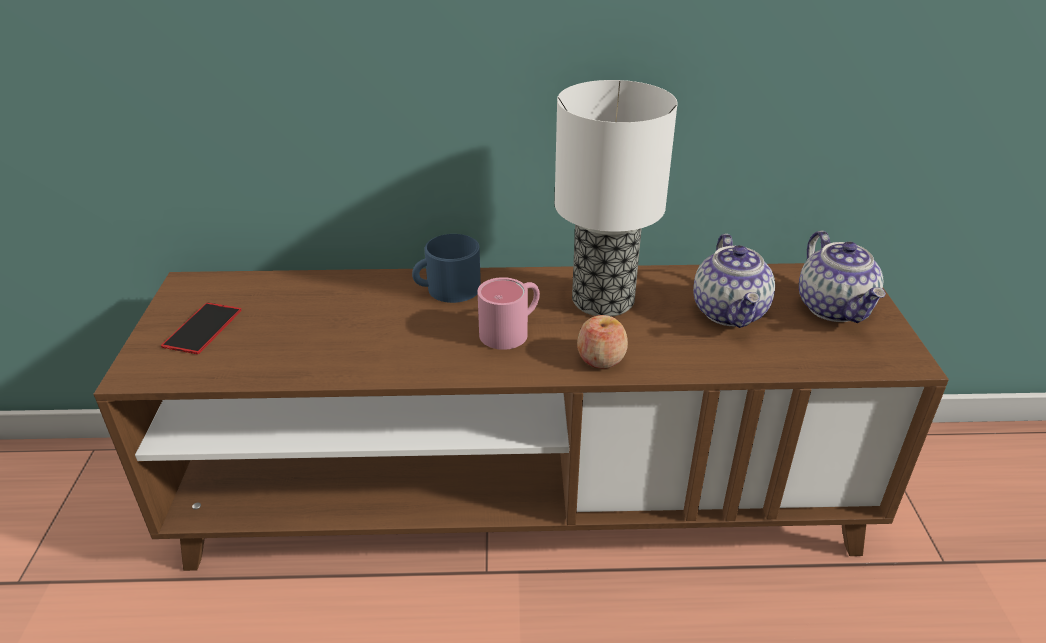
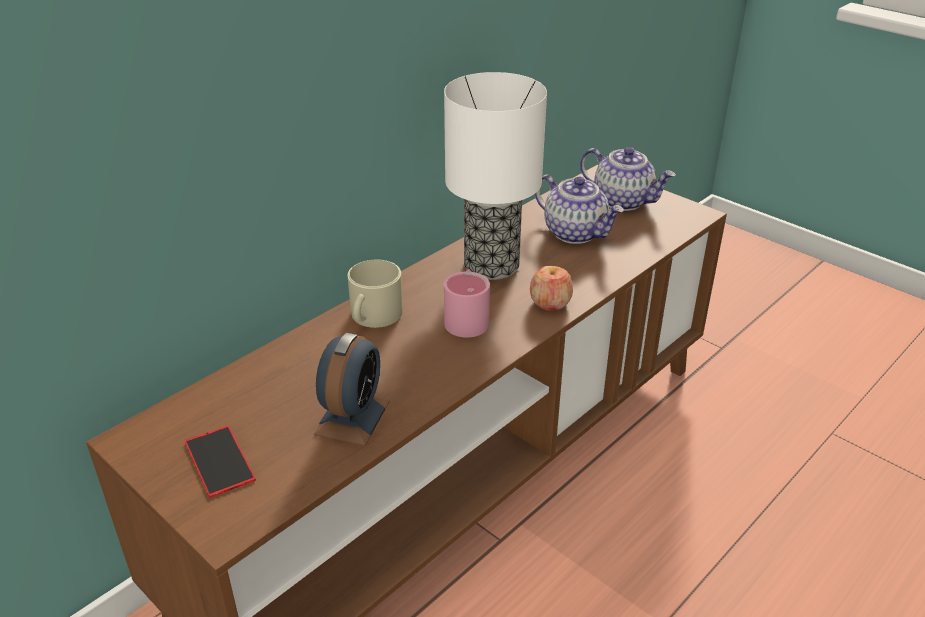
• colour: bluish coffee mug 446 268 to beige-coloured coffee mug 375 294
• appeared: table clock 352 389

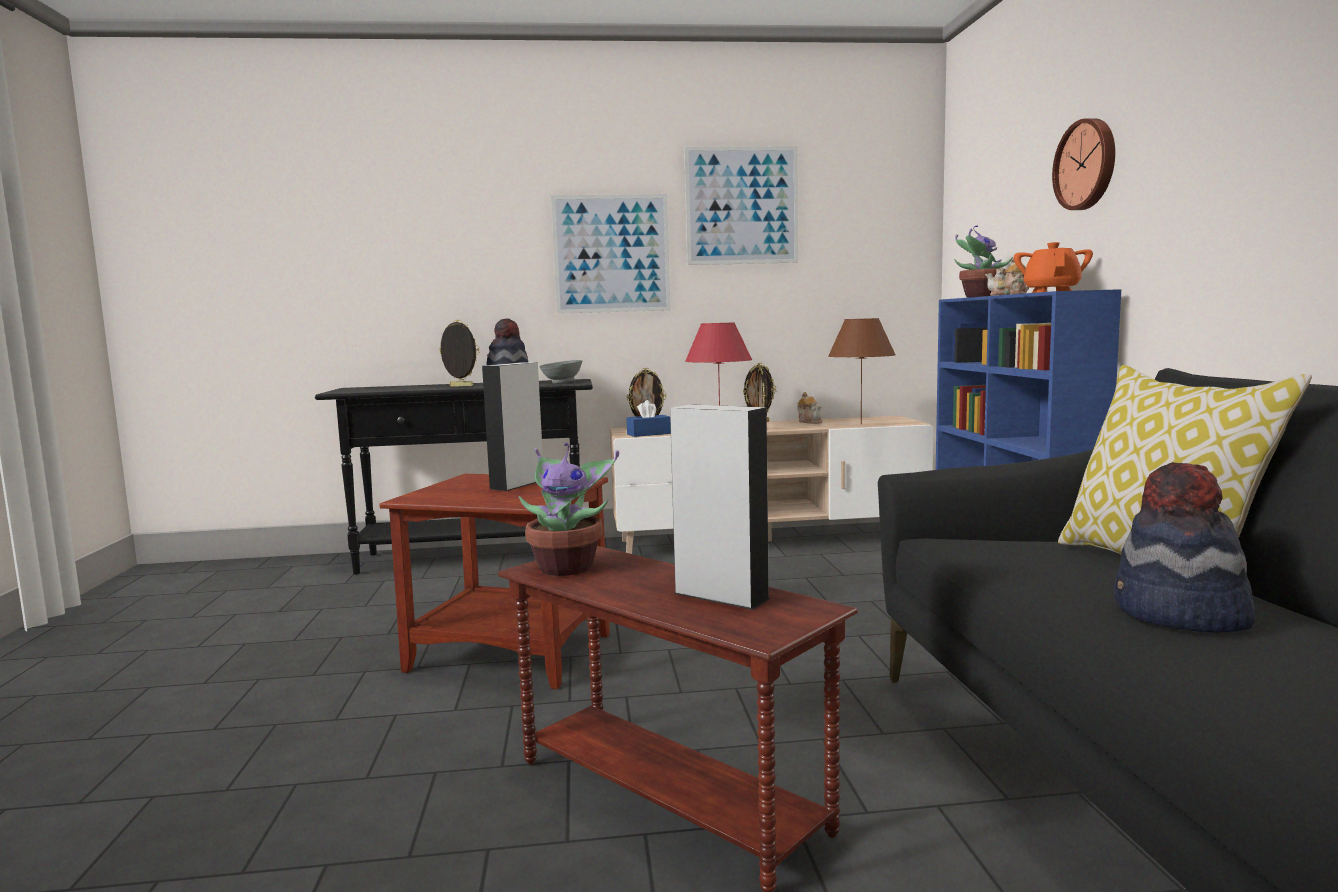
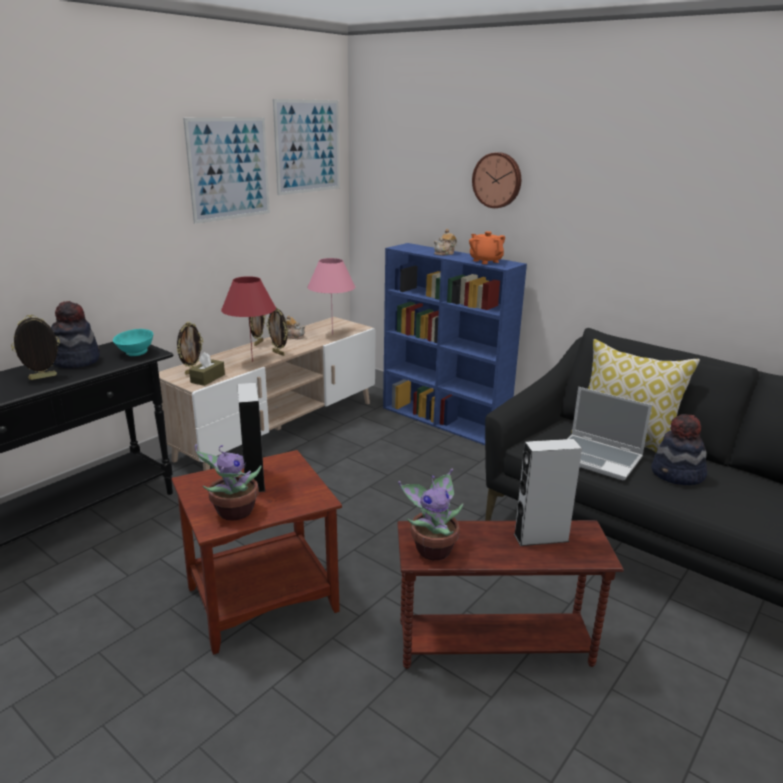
• relocated: picture 610 254 to 306 147
• relocated: potted plant 983 261 to 228 482
• colour: brown-coloured lamp for a table 862 371 to pinkish lamp for a table 331 296
• colour: greyish deep dish 561 372 to turquoise-coloured deep dish 133 342
• colour: bluish tissue box 648 418 to brown-coloured tissue box 207 369
• appeared: notebook computer 609 433

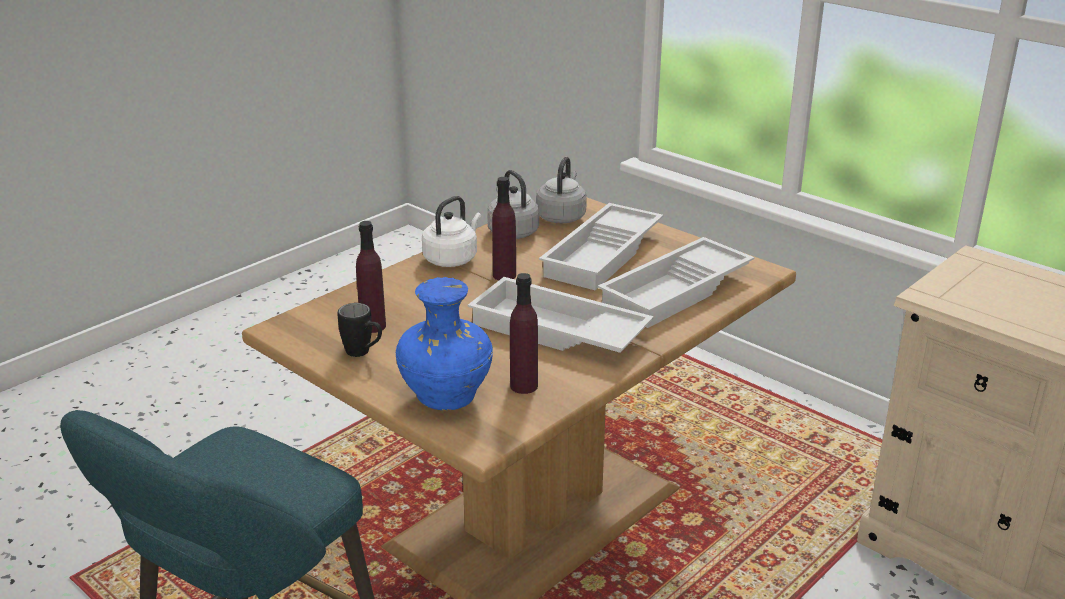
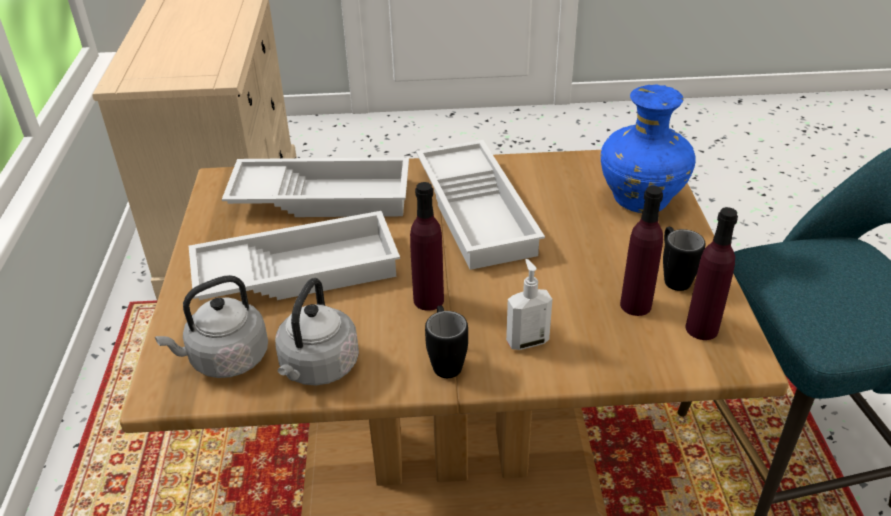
• exchanged: white tea kettle 451 231 to blackish coffee mug 446 341
• relocated: purple beverage bottle 524 333 to 712 273
• appeared: liquid soap bottle 529 304

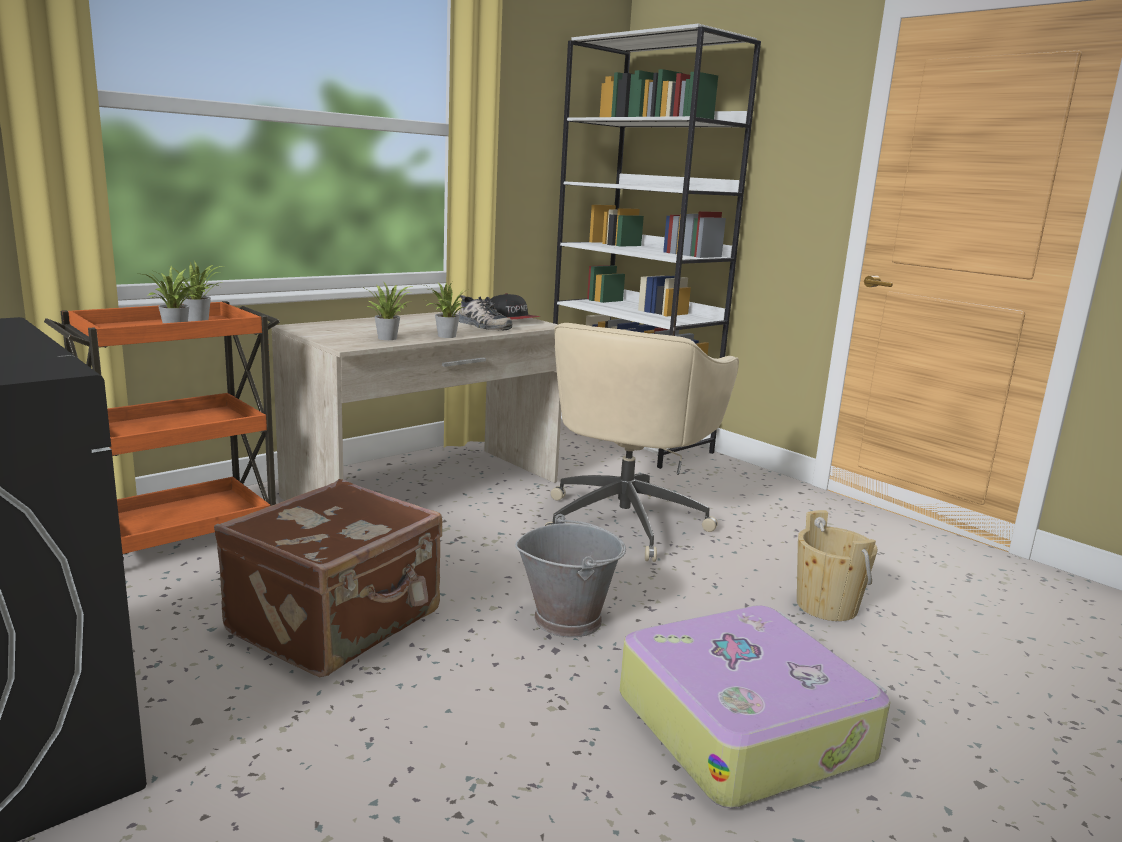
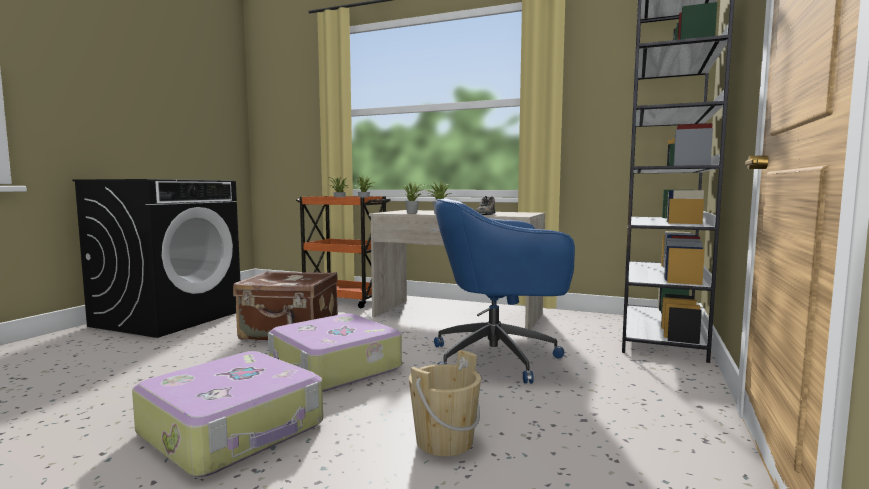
• missing: peaked cap 515 306
• colour: beige-coloured office chair 641 442 to bluish office chair 504 291
• exchanged: greyish bucket 570 576 to piece of luggage 335 352

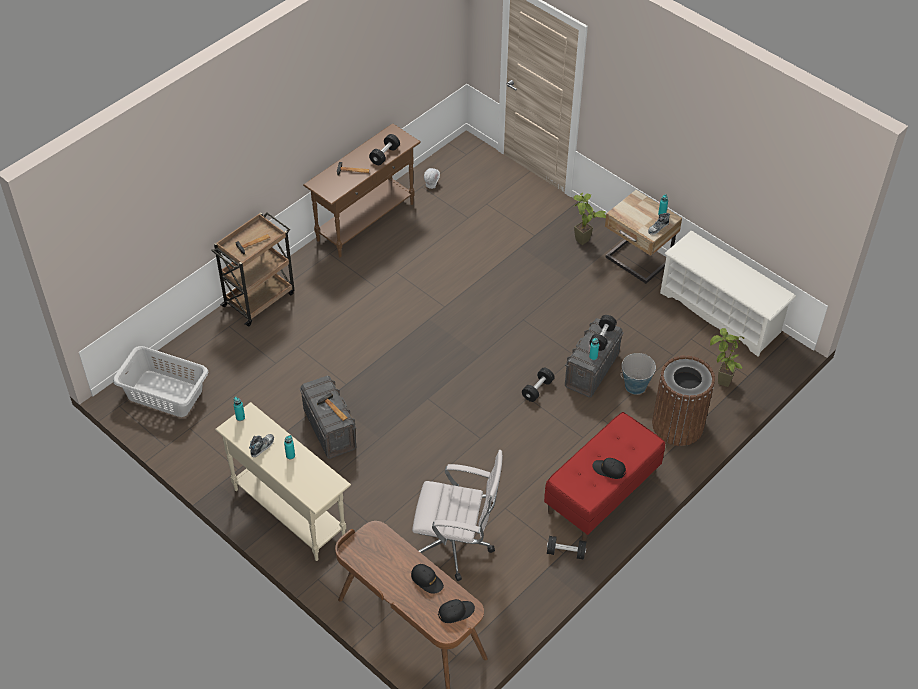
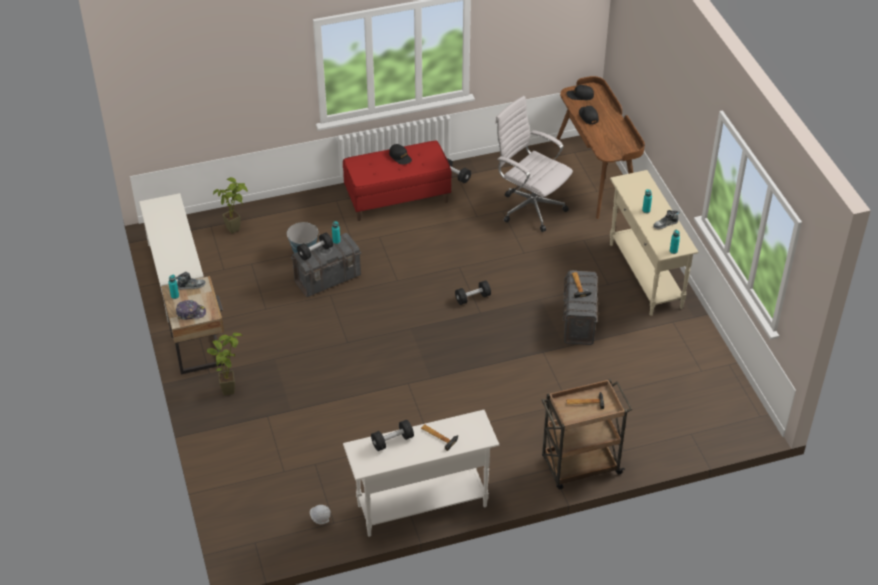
• colour: brown-coloured console table 362 190 to white console table 421 473
• missing: greyish washing basket 161 381
• missing: brown-coloured rubbish bin 683 400
• relocated: blackish dumbbell 538 385 to 473 292
• appeared: peaked cap 191 310

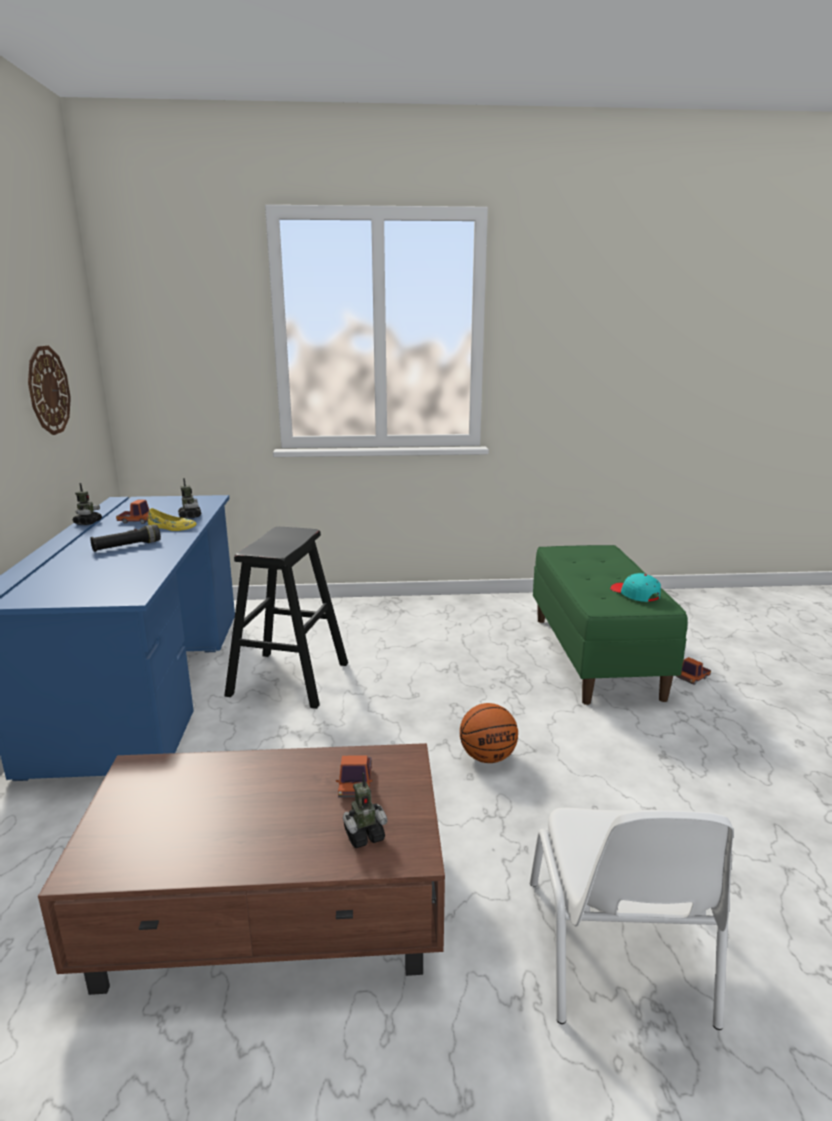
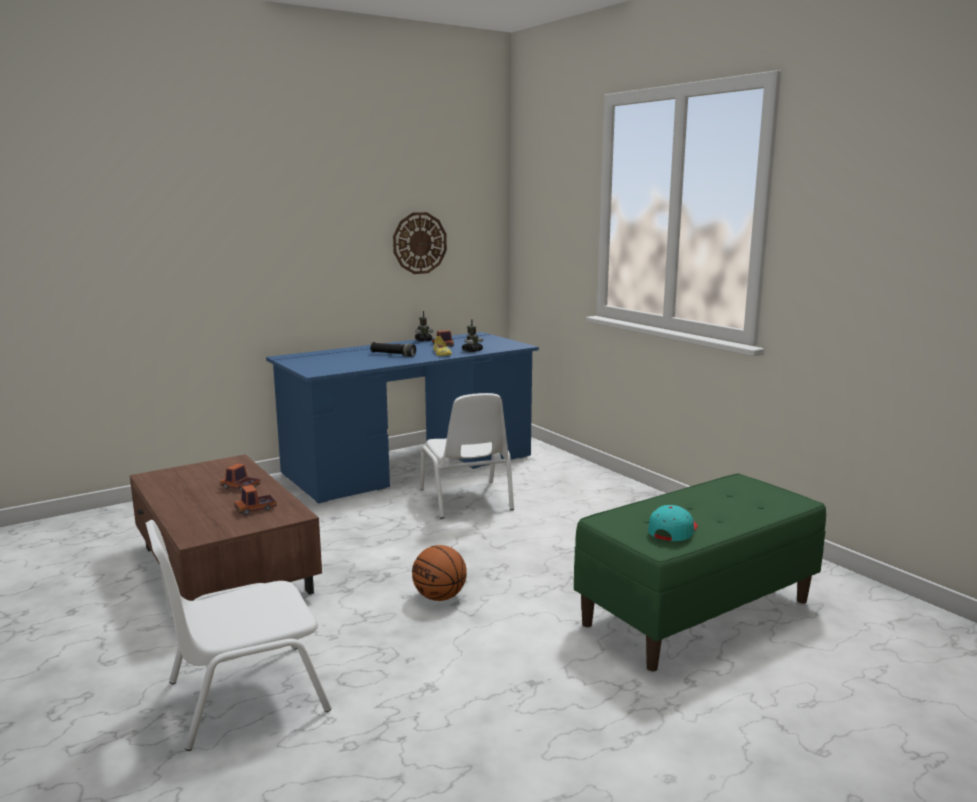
• exchanged: blackish stool 286 618 to white plain chair 467 456
• relocated: toy lorry 693 671 to 240 477
• missing: toy robot 365 810

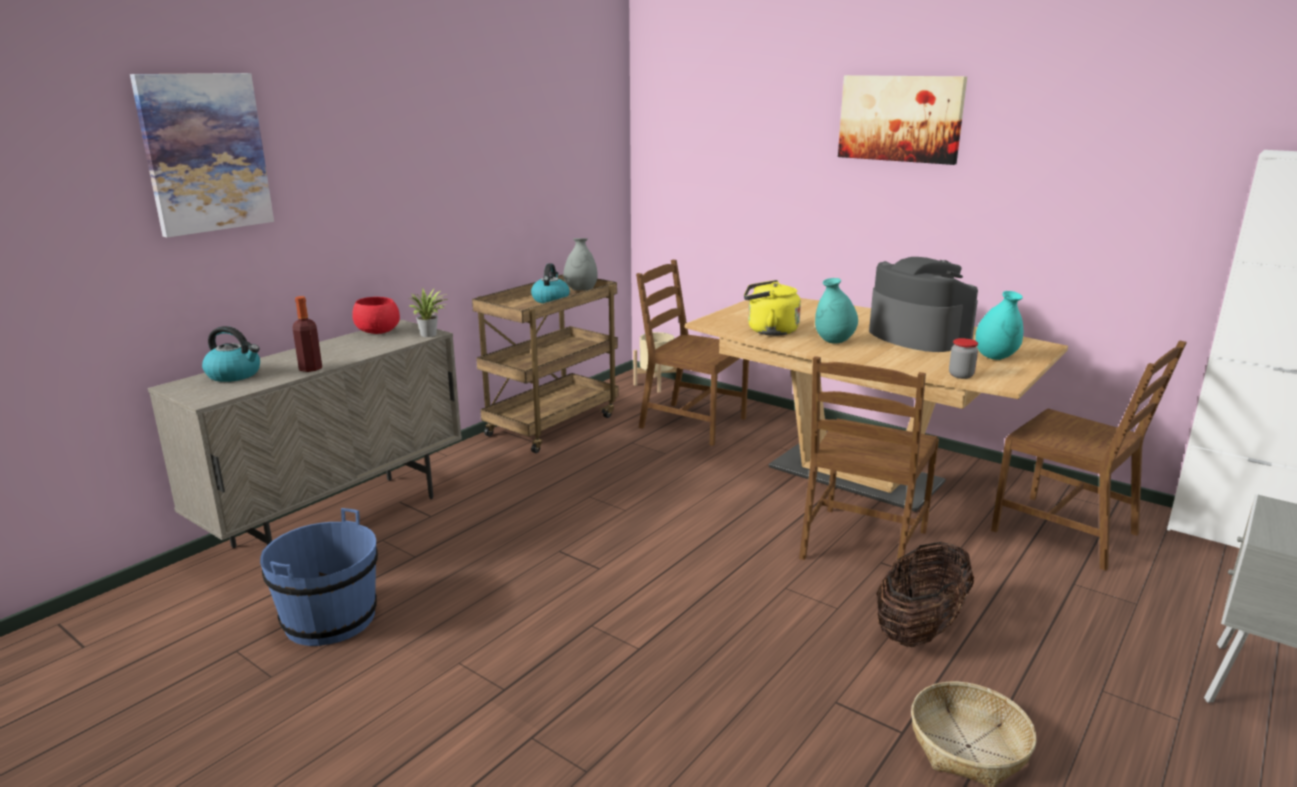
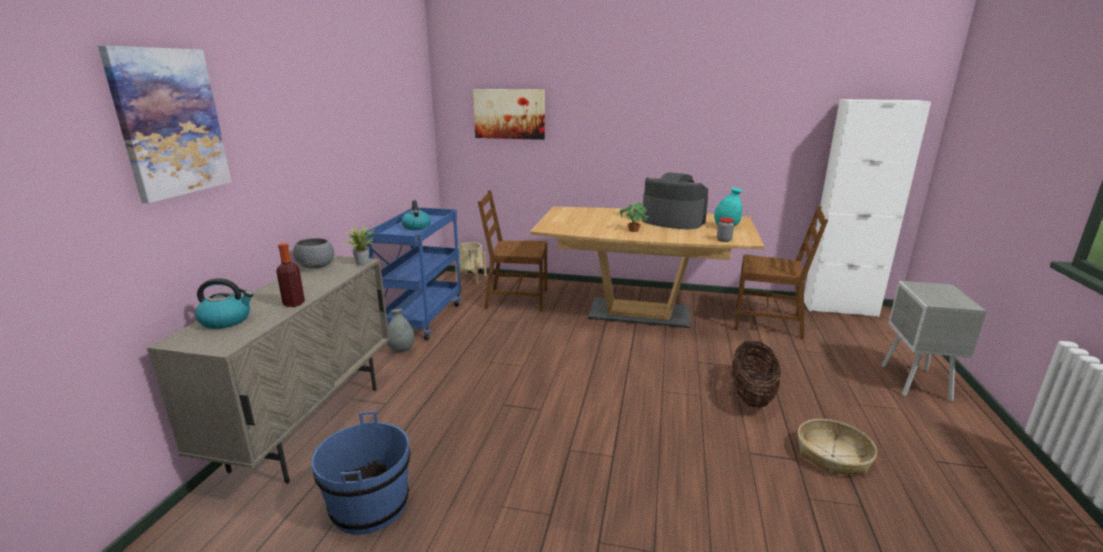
• relocated: picture 902 120 to 509 114
• relocated: greyish decorative vase 580 264 to 401 330
• colour: brown-coloured trolley 545 364 to bluish trolley 413 273
• exchanged: turquoise-coloured decorative vase 836 311 to potted plant 635 217
• missing: yellow tea kettle 772 308
• colour: red deep dish 376 315 to greyish deep dish 313 253
• missing: brown-coloured plain chair 869 470

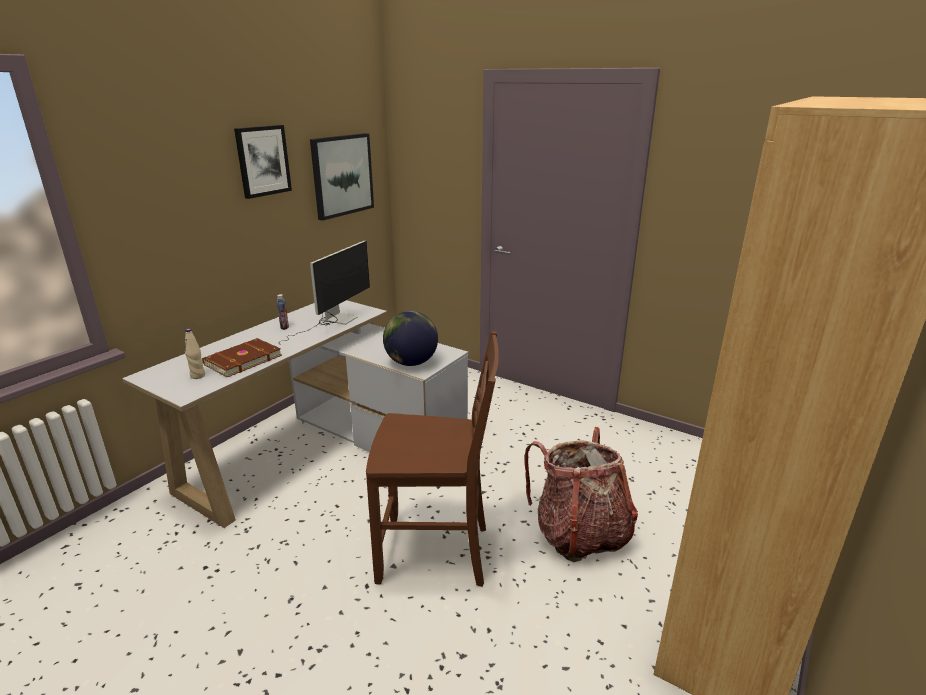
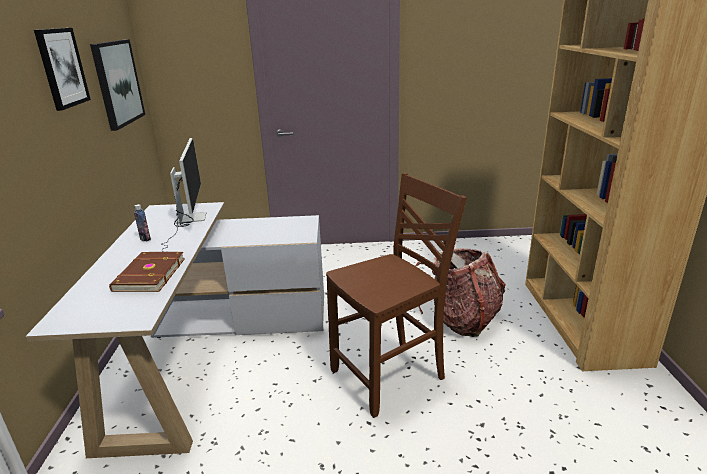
• missing: desk globe 410 338
• missing: beige-coloured beverage bottle 195 353

